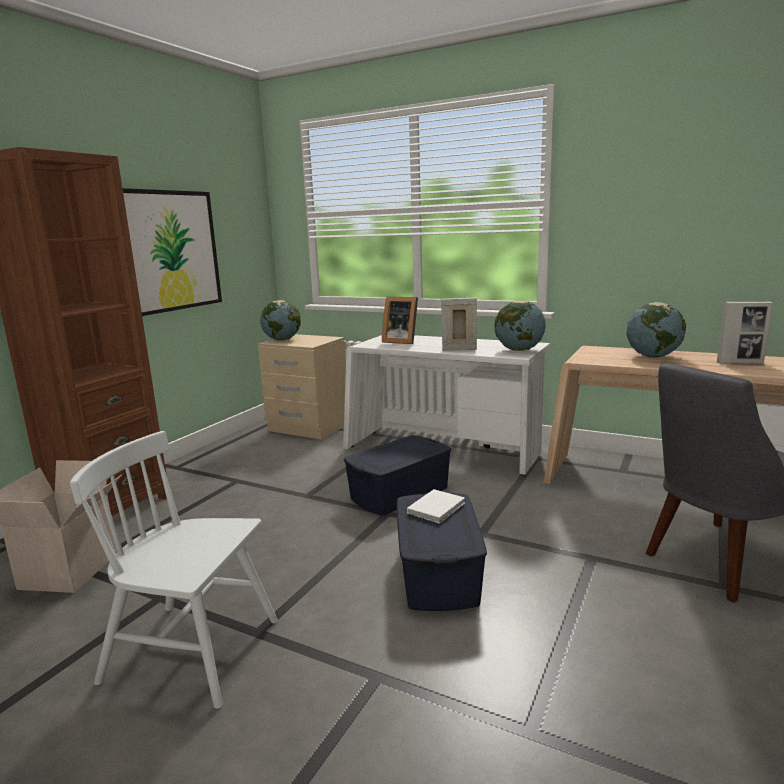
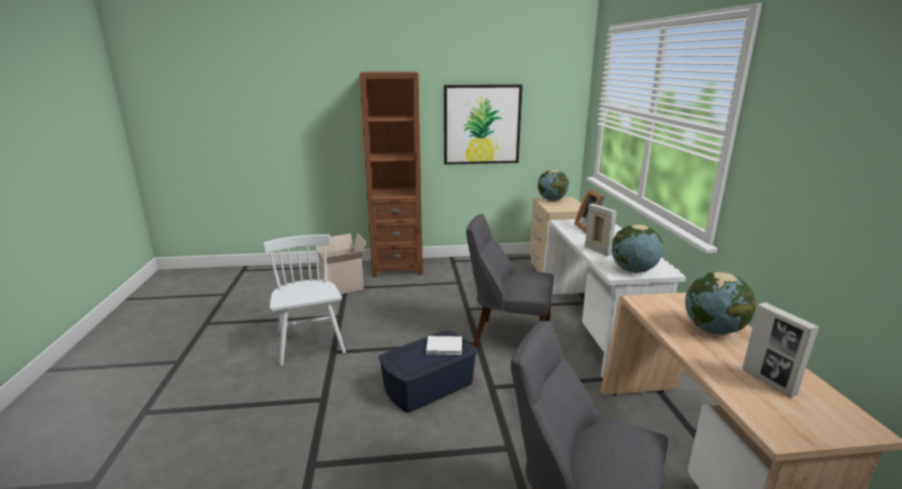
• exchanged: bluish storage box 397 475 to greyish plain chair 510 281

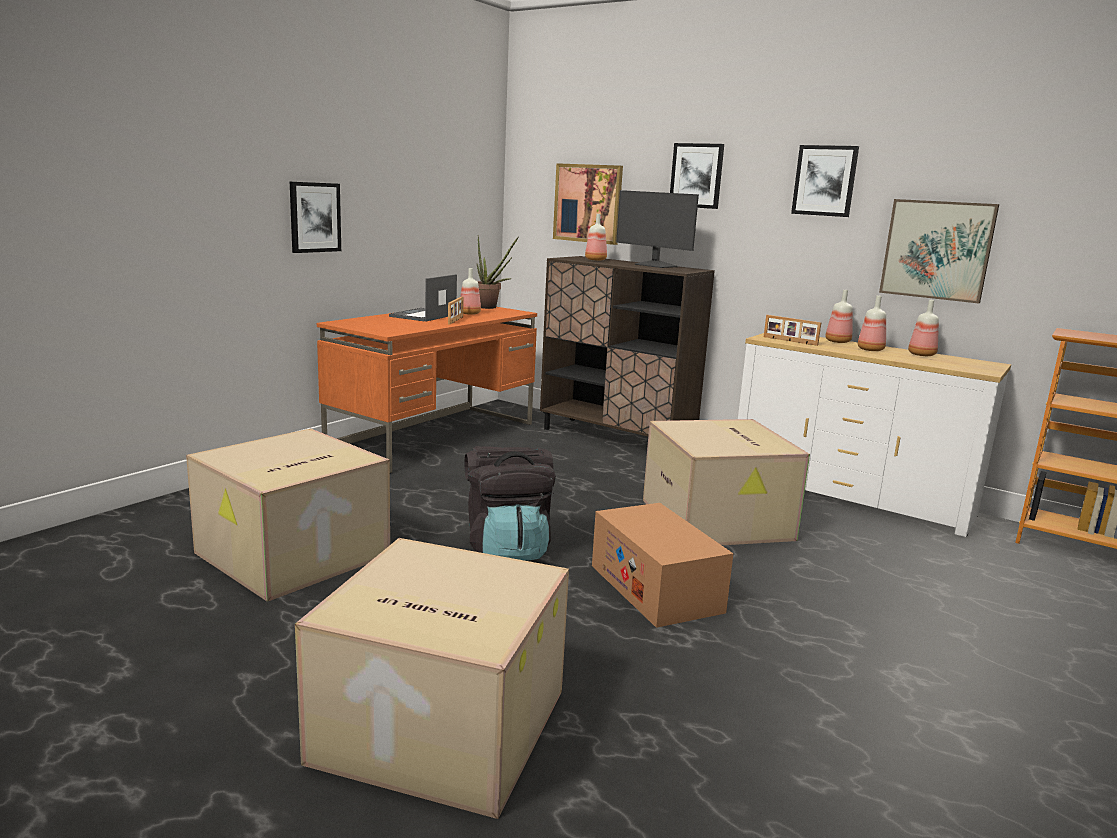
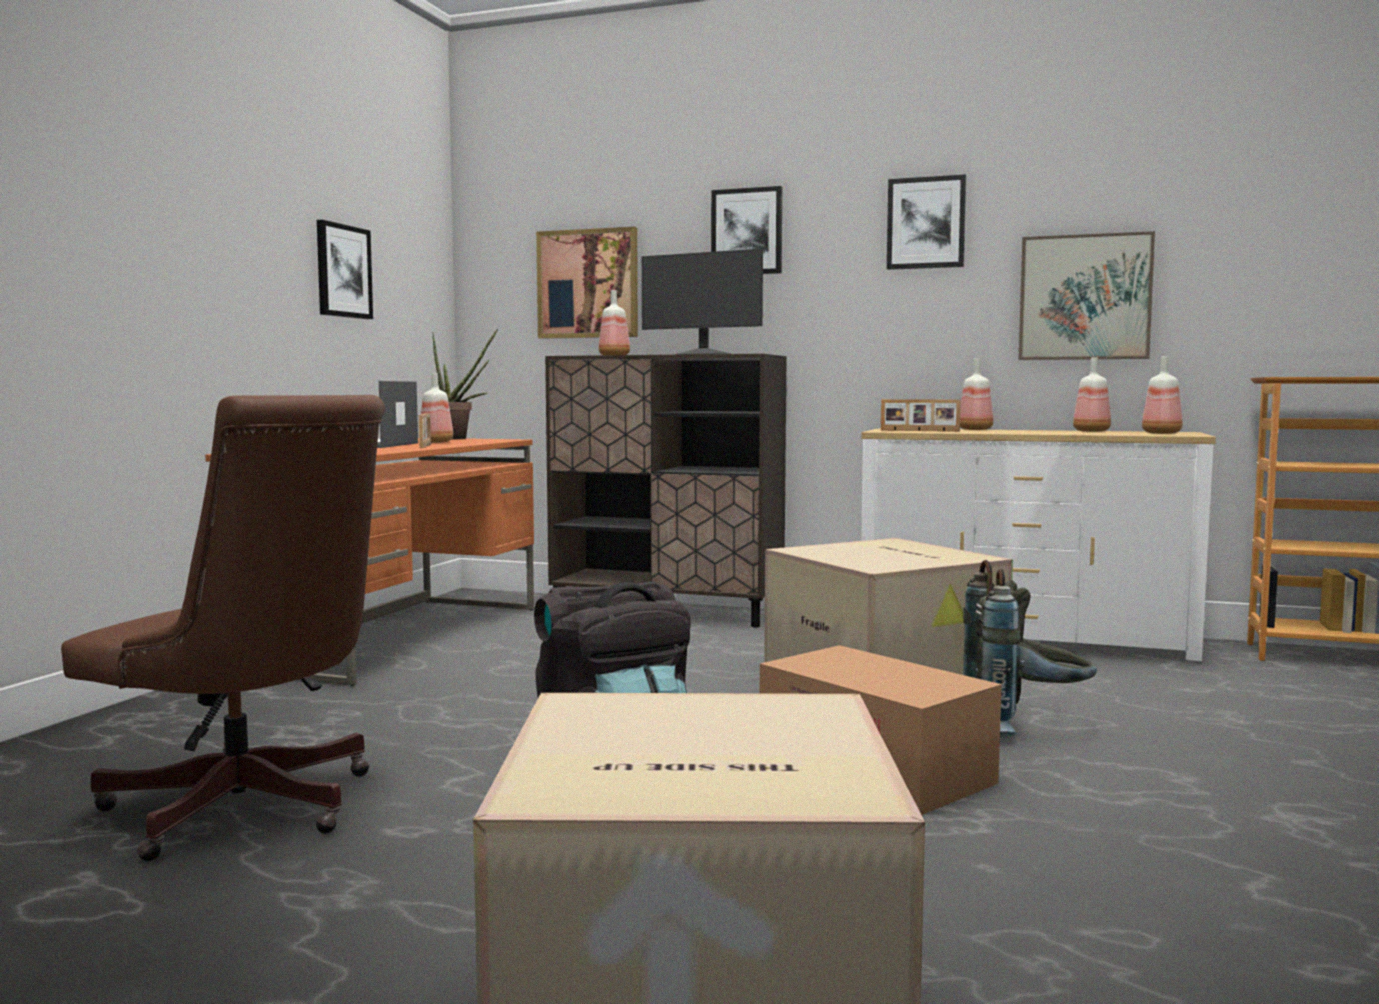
• relocated: picture 315 217 to 345 269
• relocated: beverage bottle 872 323 to 1162 395
• exchanged: packing box 288 515 to brown-coloured office chair 223 628
• appeared: greyish rucksack 1030 648

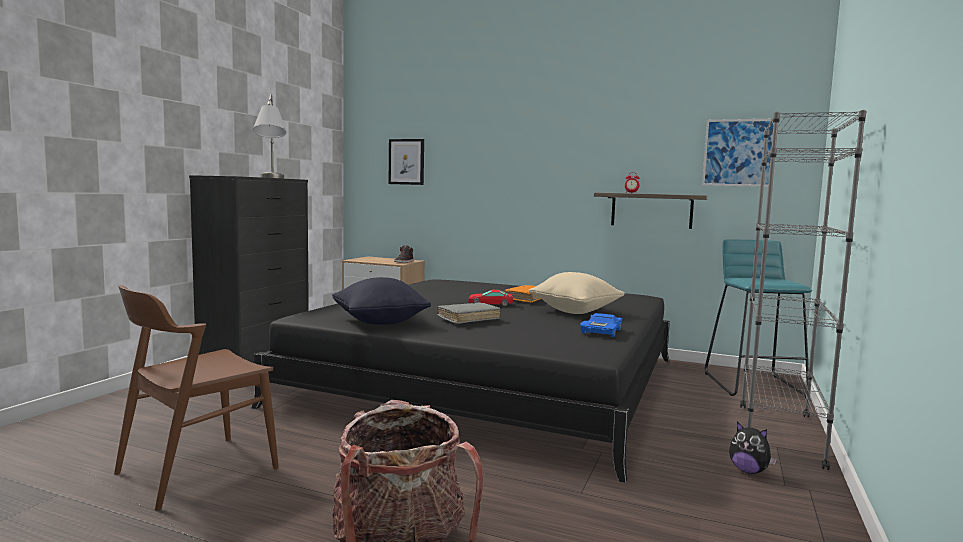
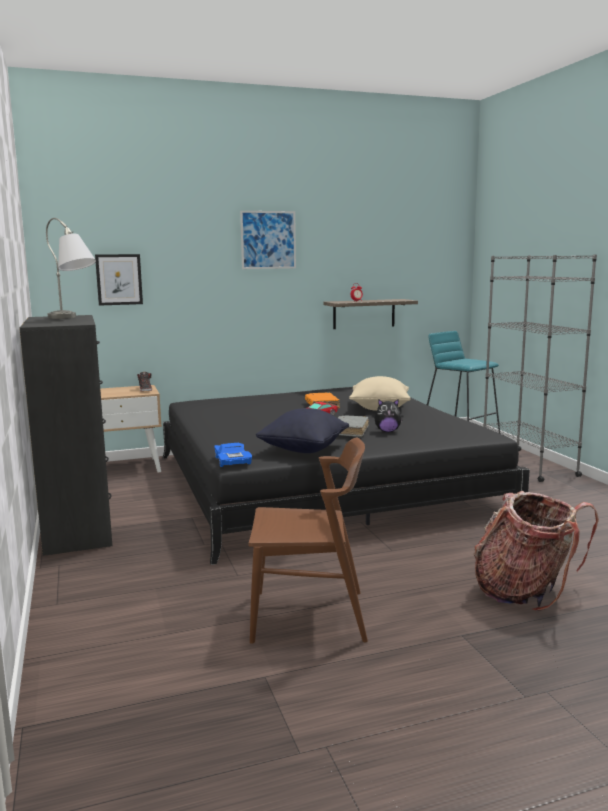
• relocated: picture 740 153 to 268 240
• spun: brown-coloured plain chair 196 398 = 308 540 90 degrees counterclockwise
• relocated: bluish model car 601 325 to 233 455
• relocated: plush toy 753 448 to 389 415

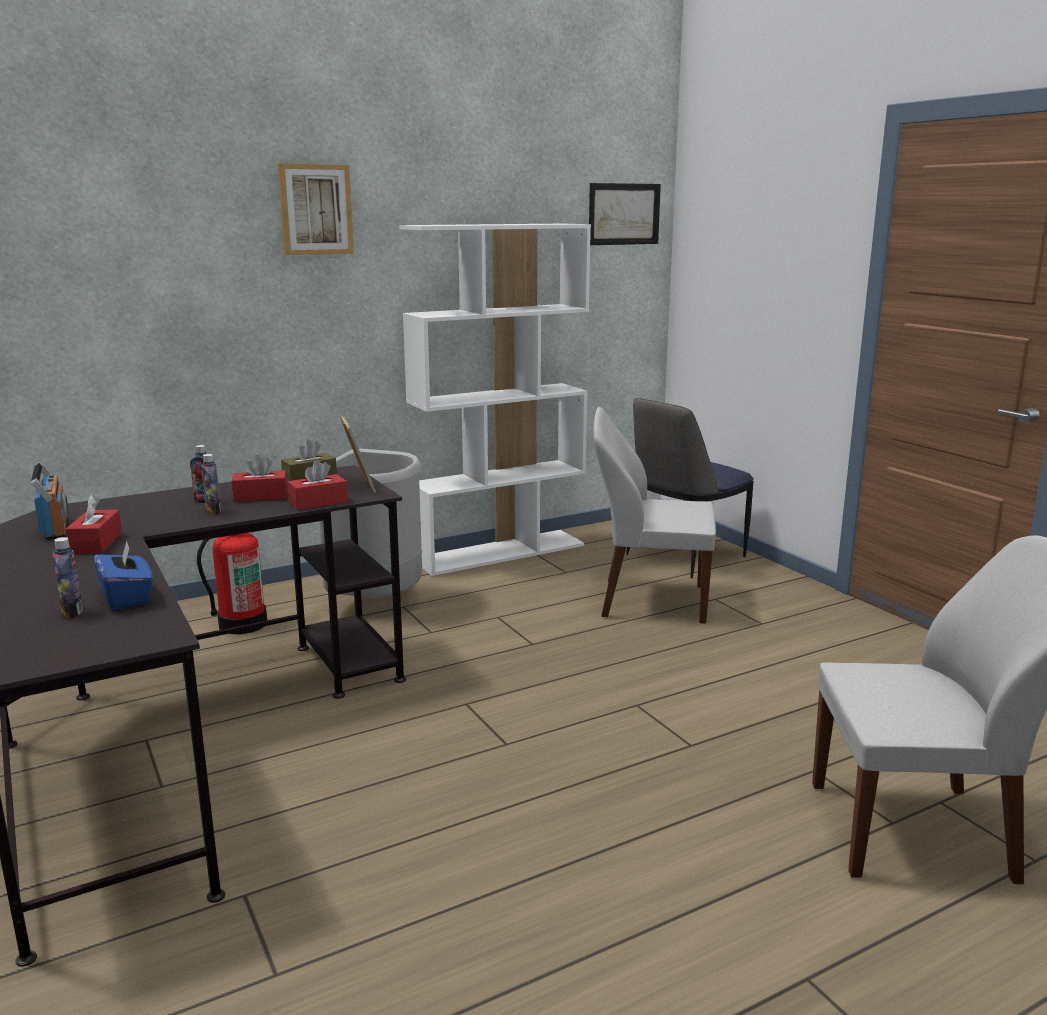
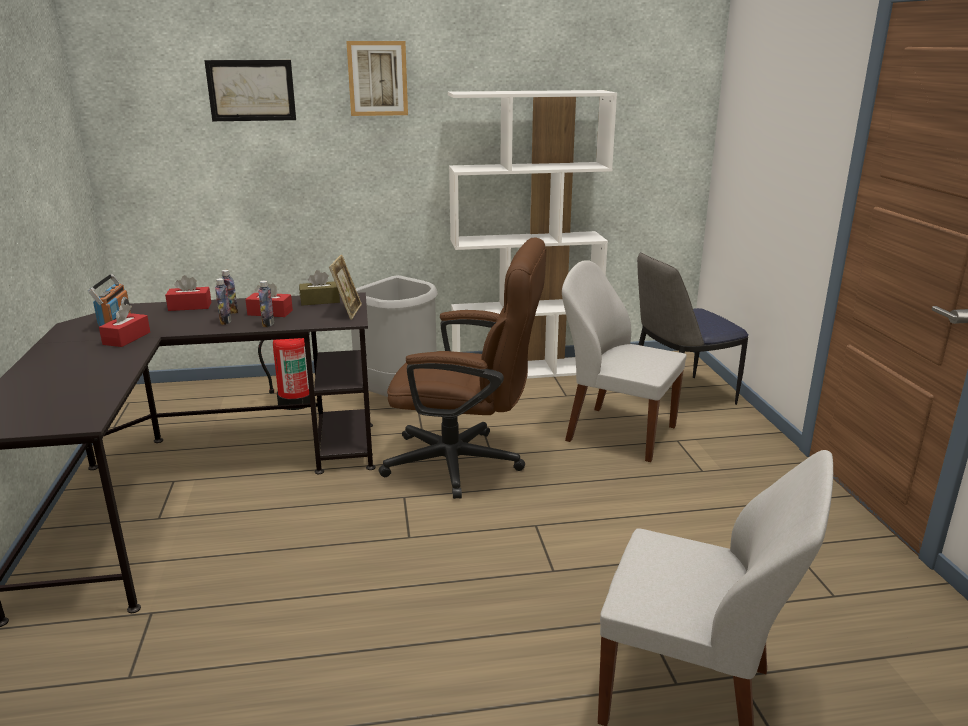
• relocated: picture 625 214 to 250 90
• relocated: red tissue box 317 485 to 188 293
• relocated: beverage bottle 67 577 to 266 303
• missing: bluish tissue box 123 575
• appeared: brown-coloured office chair 462 368

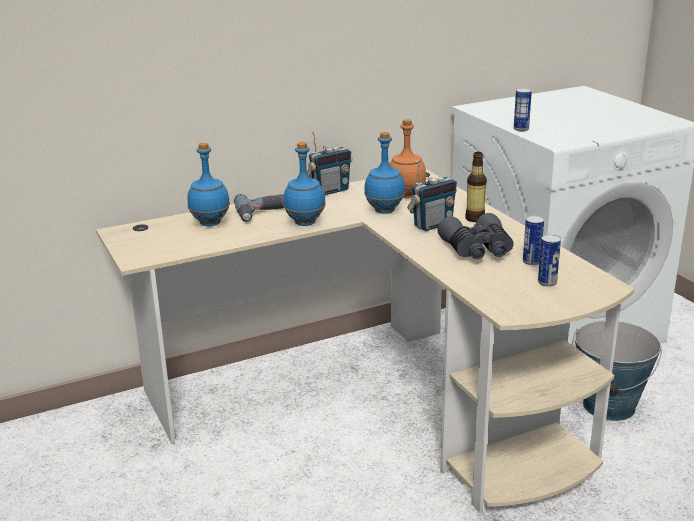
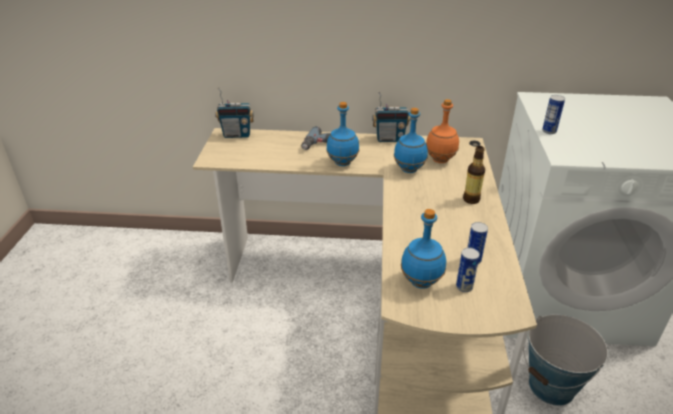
• relocated: bluish beverage bottle 208 184 to 423 249
• relocated: radio 432 196 to 234 112
• missing: greyish binoculars 475 236

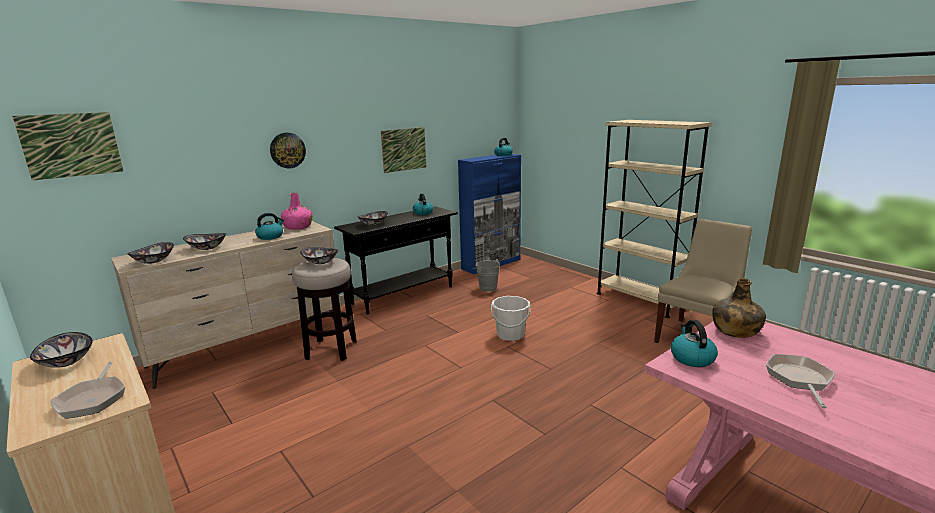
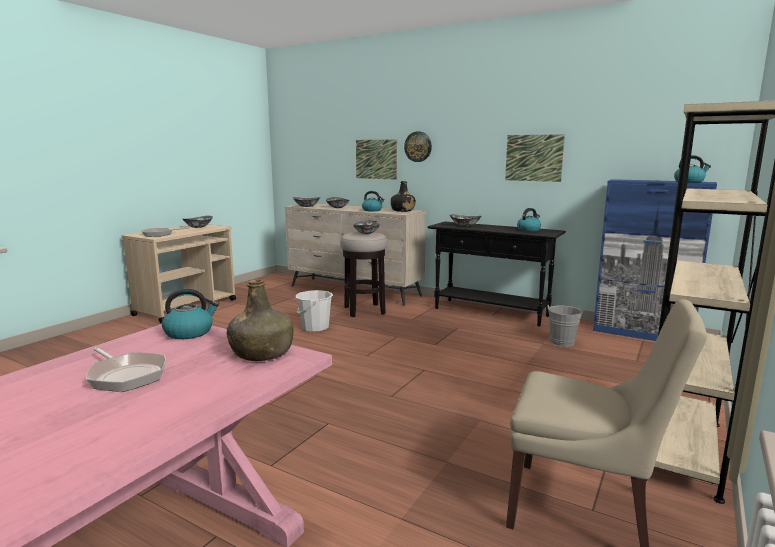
• relocated: picture 67 146 to 376 159
• colour: pinkish beverage bottle 296 211 to blackish beverage bottle 403 196
• relocated: white bucket 511 318 to 314 311
• spun: frying pan 800 381 = 126 369 45 degrees clockwise

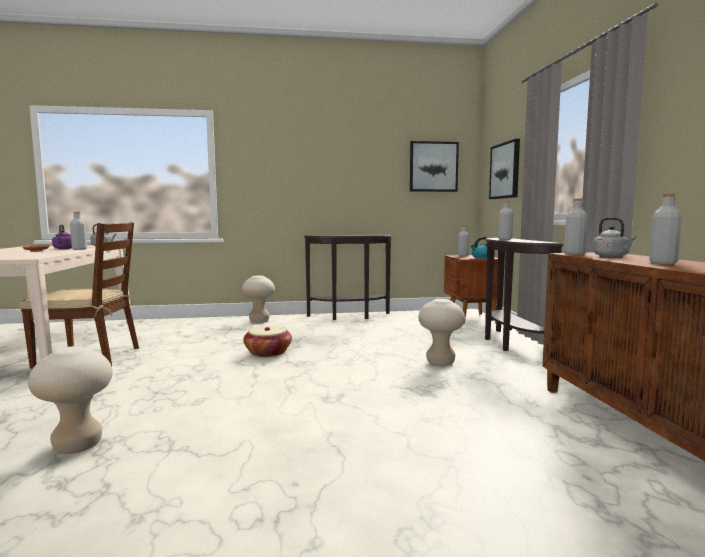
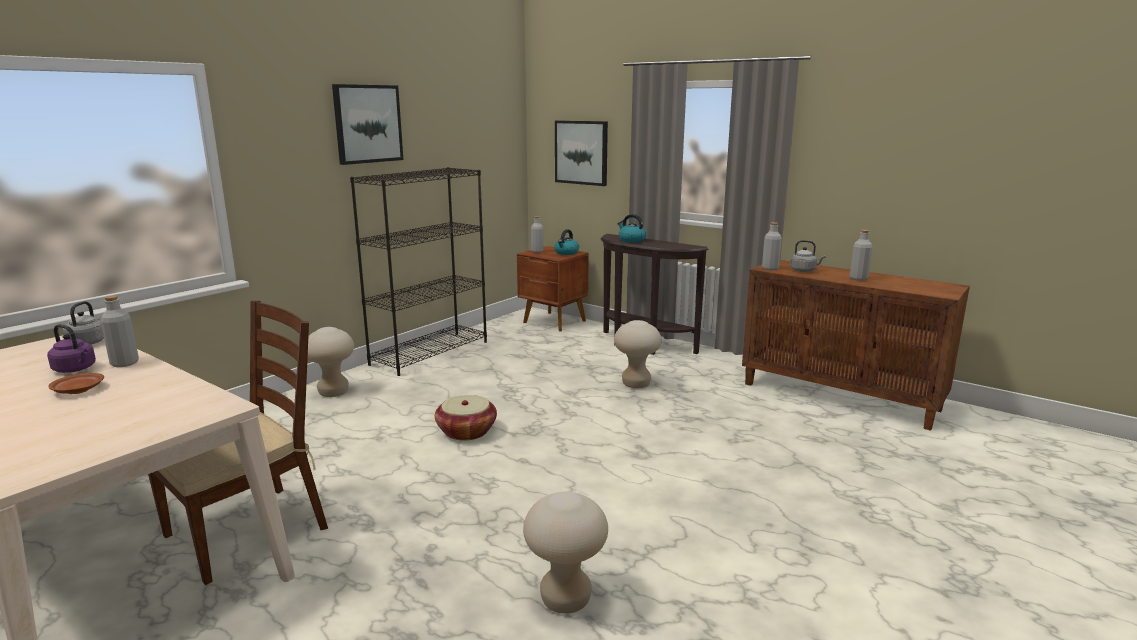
• relocated: picture 434 166 to 367 124
• exchanged: greyish beverage bottle 505 220 to tea kettle 632 228
• exchanged: brown-coloured console table 347 277 to blackish shelving unit 418 271

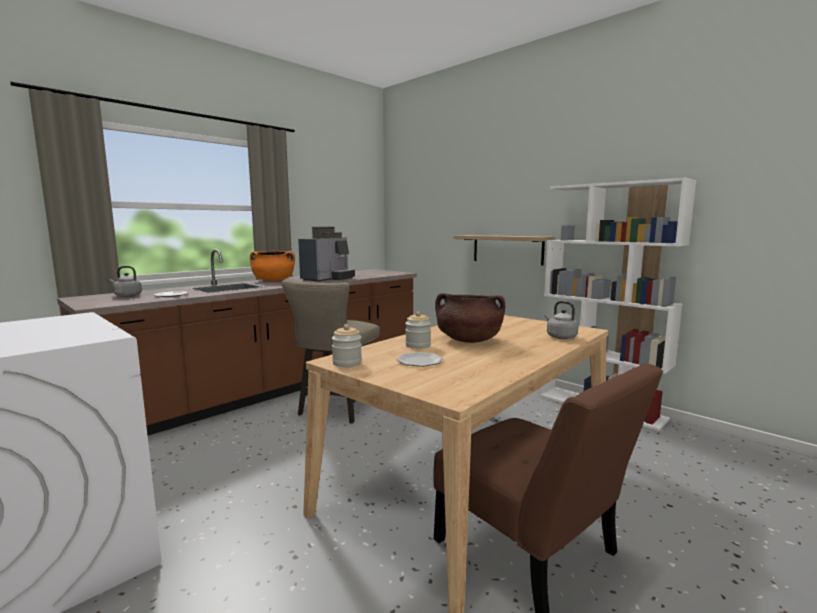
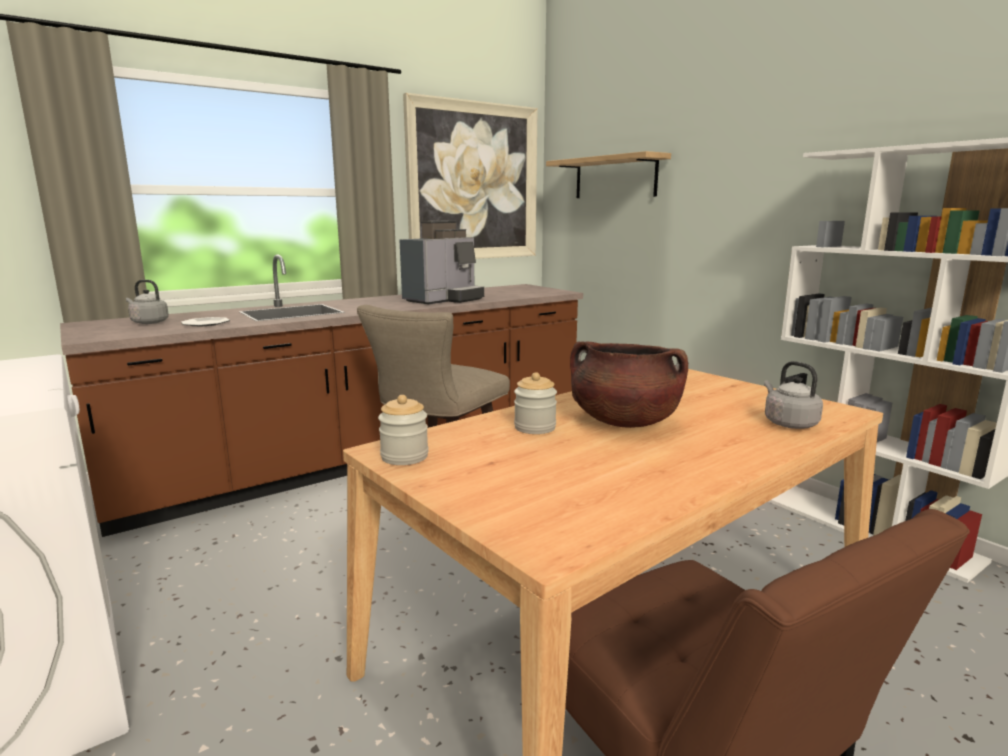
• relocated: wall shelf 504 250 to 608 174
• missing: orange-coloured cooking pot 272 266
• missing: flat dish 419 359
• appeared: picture 470 176

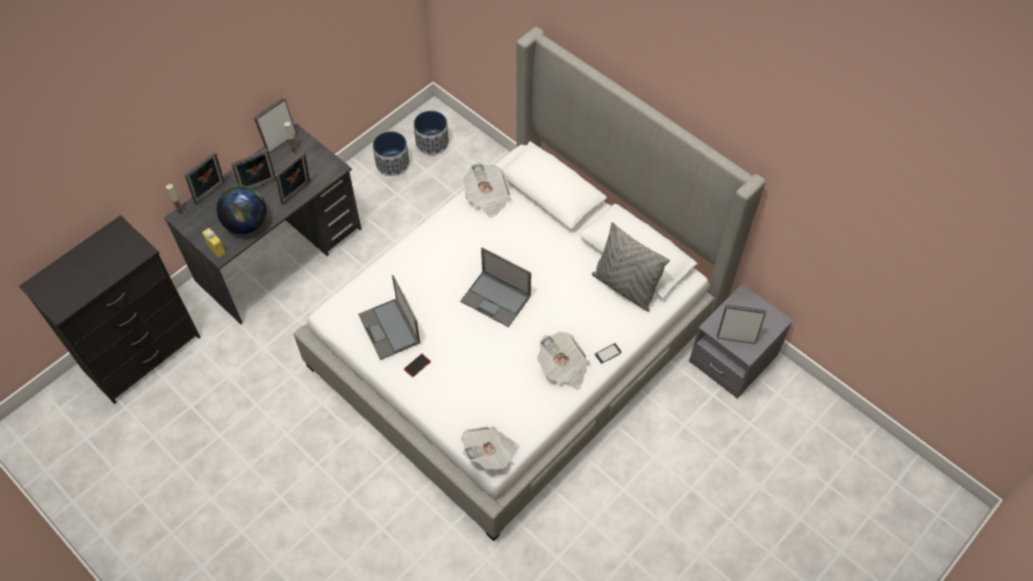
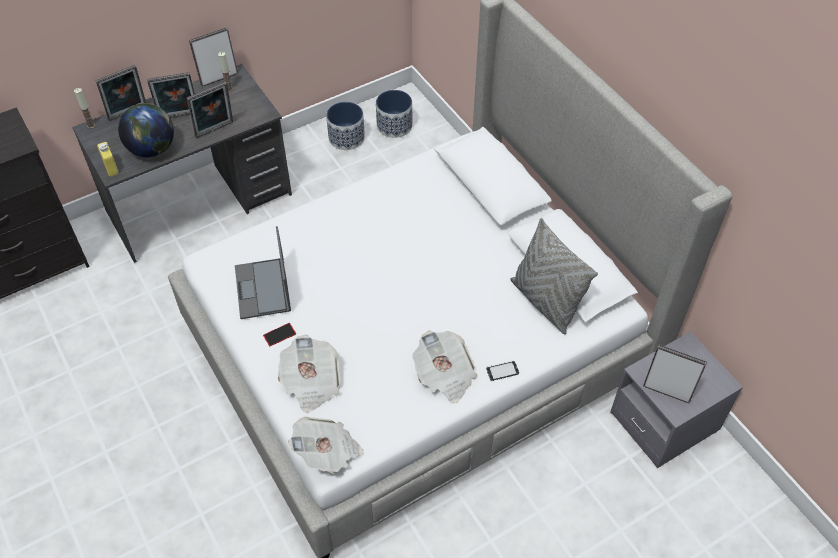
• relocated: daily paper 487 190 to 309 374
• missing: notebook computer 495 287

